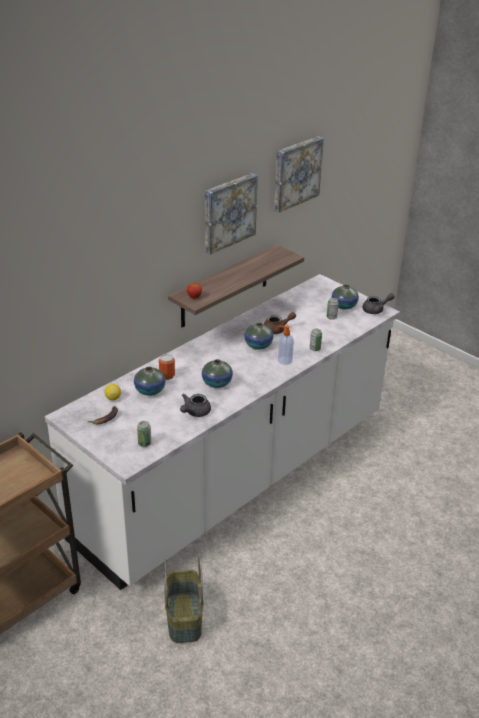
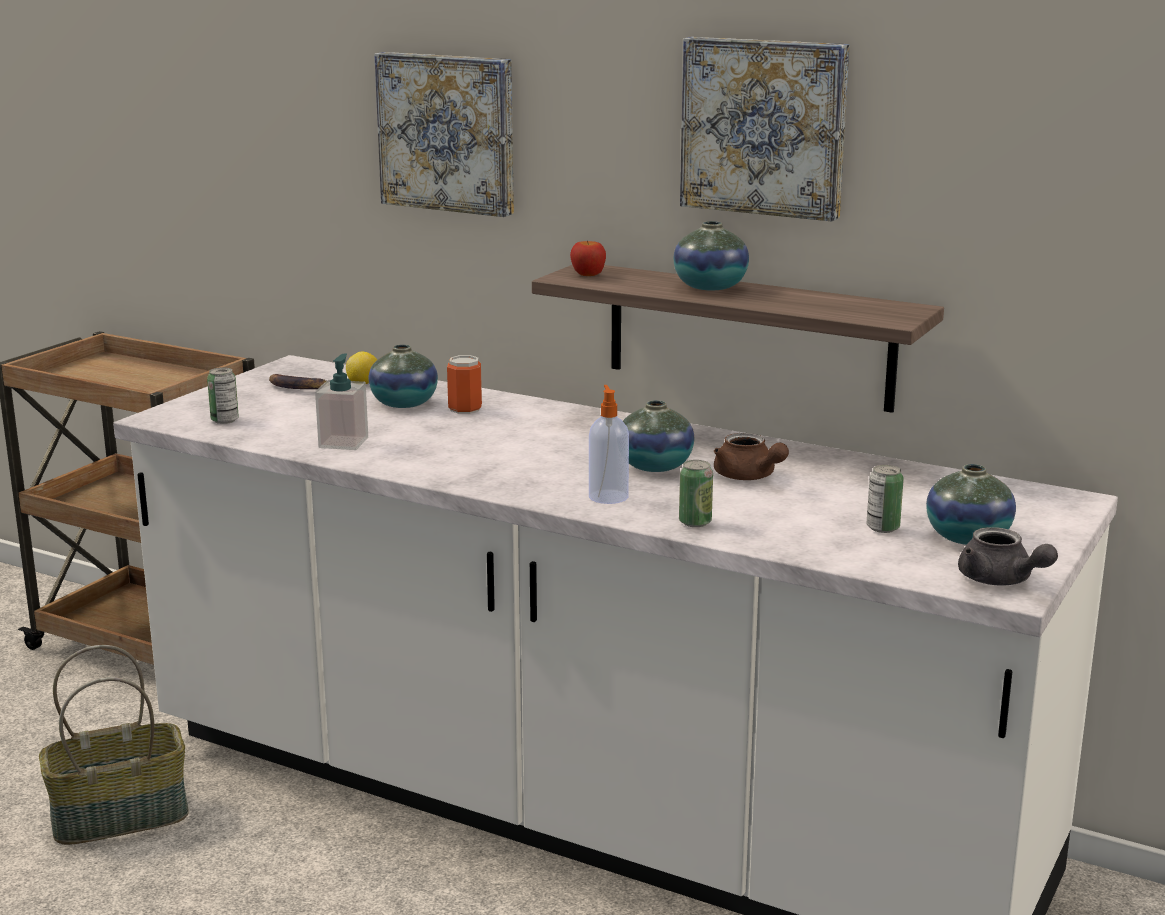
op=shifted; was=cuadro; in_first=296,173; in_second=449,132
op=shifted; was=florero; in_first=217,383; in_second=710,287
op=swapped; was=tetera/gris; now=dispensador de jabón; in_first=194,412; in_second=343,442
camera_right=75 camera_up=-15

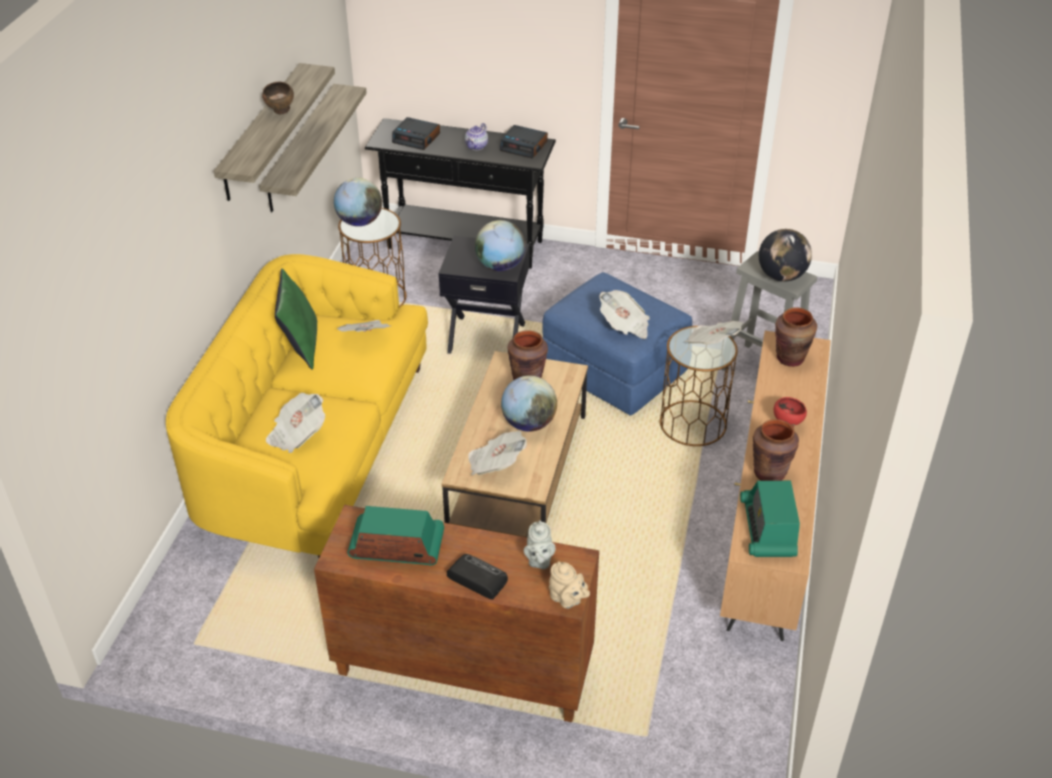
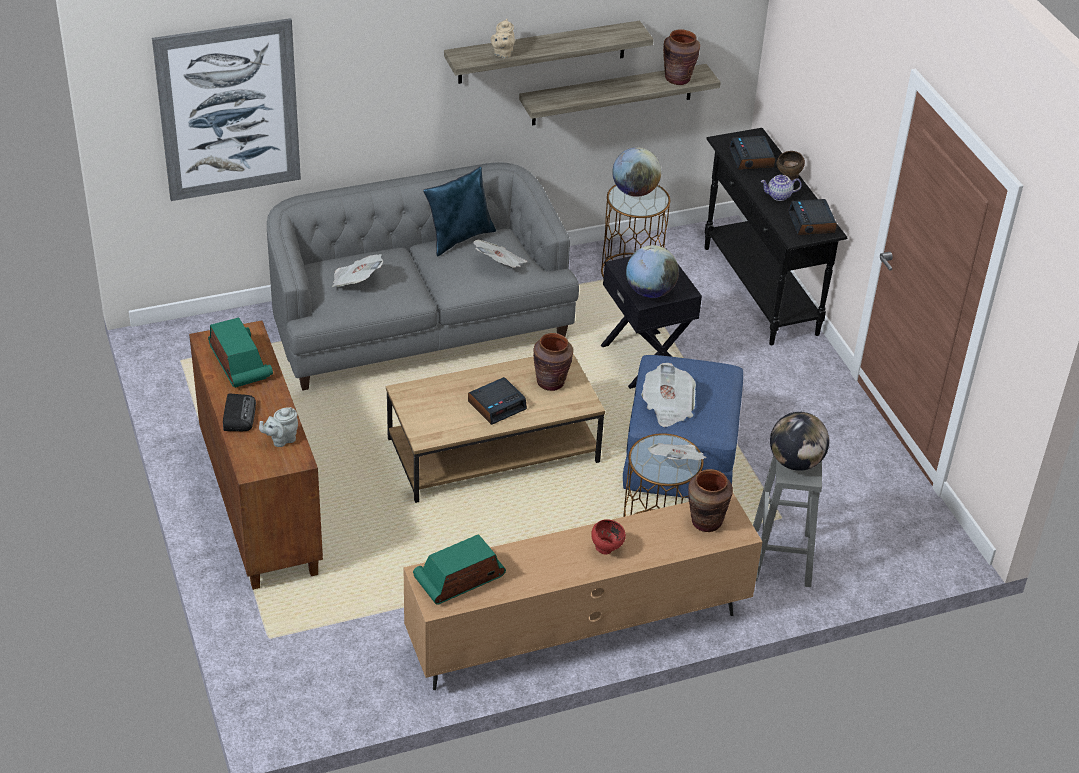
op=shifted; was=cuenco/marrón; in_first=281,112; in_second=788,177
op=repainted; was=sofá/amarillo; now=sofá/gris; in_first=314,449; in_second=417,325
op=repainted; was=cojín/verde; now=cojín/azul; in_first=301,345; in_second=459,238
op=swapped; was=globo terráqueo; now=despertador; in_first=529,423; in_second=497,405
op=shifted; was=florero/marrón; in_first=769,473; in_second=678,78
op=gone; was=periódico; in_first=495,464
op=shifted; was=tetera/beis; in_first=567,599; in_second=502,53
op=new; now=cuadro; in_second=229,110
camera_right=55 camera_up=0

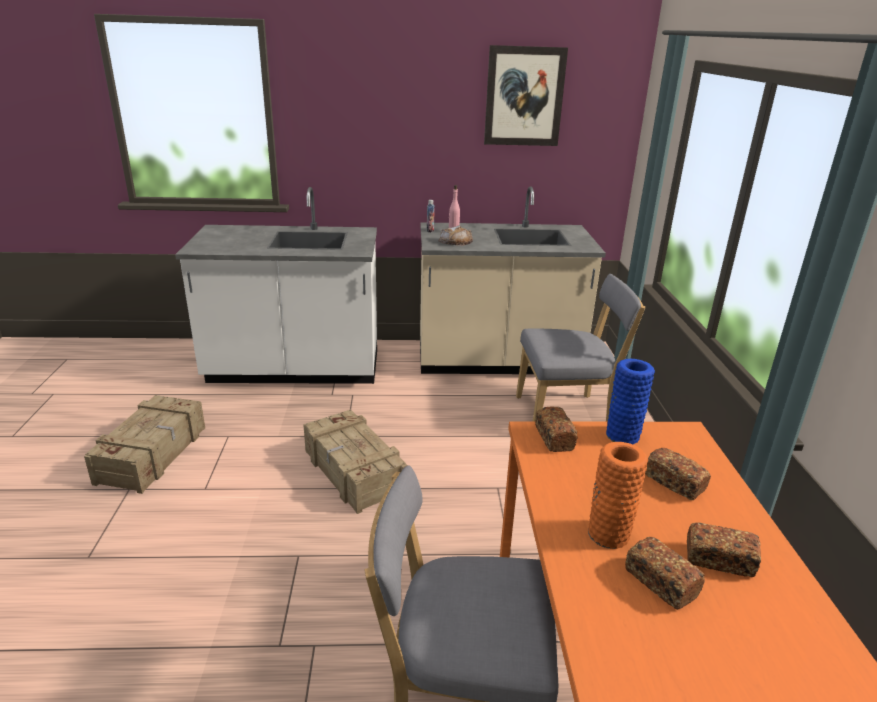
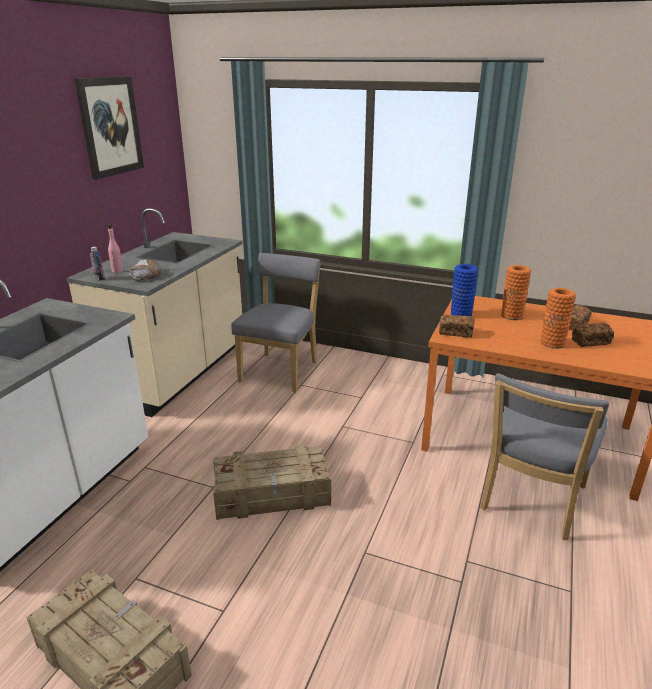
op=swapped; was=pan; now=florero/naranja; in_first=675,483; in_second=511,315
camera_right=-65 camera_up=0

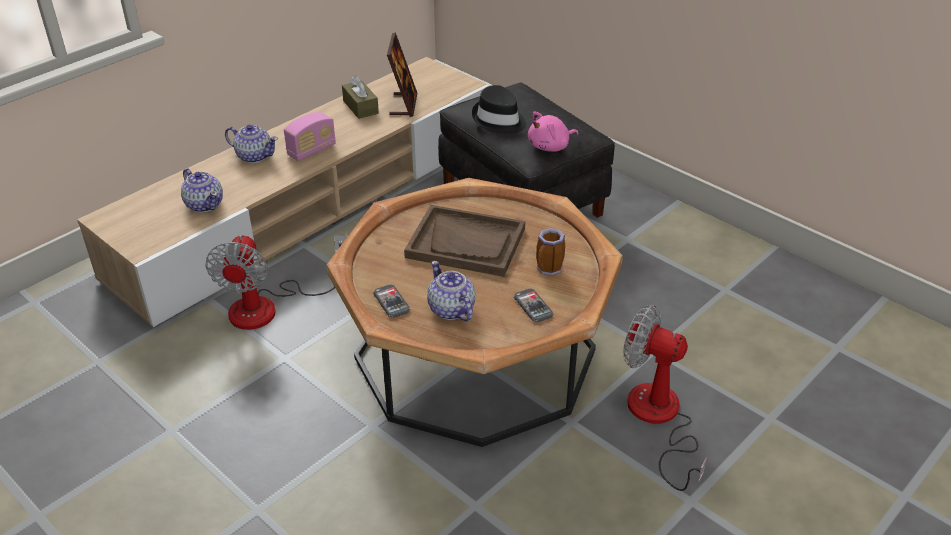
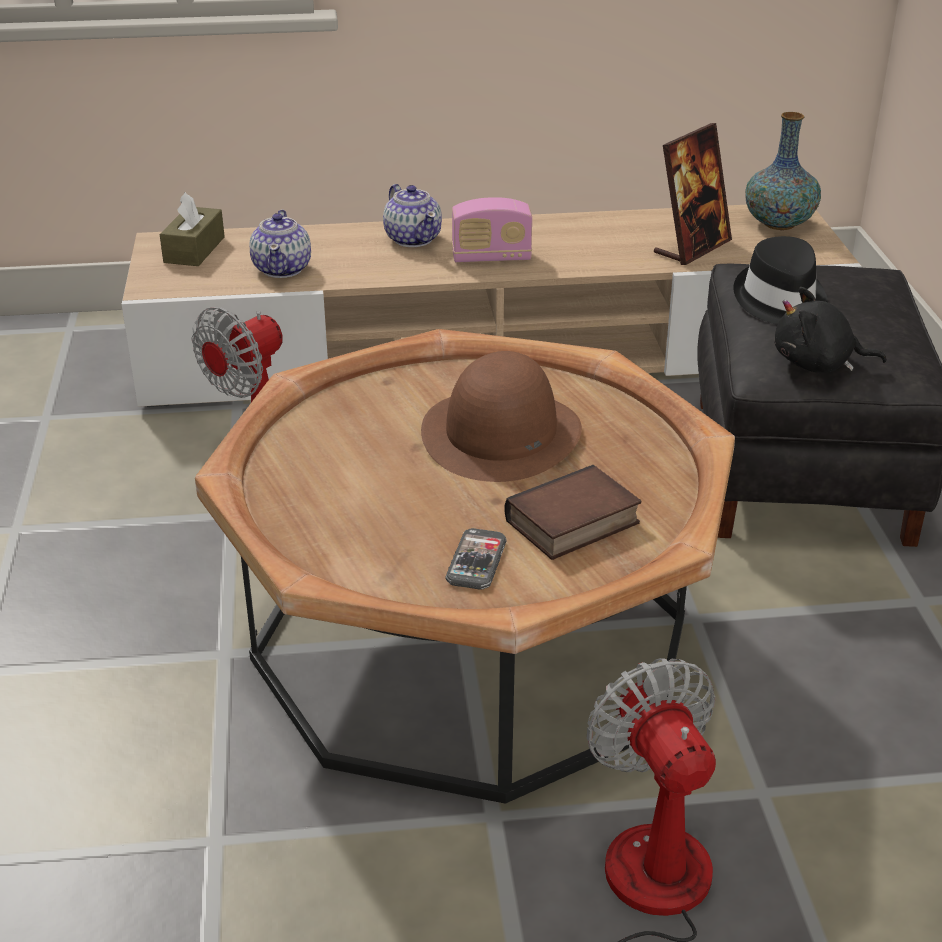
op=shifted; was=caja de pañuelos/marrón; in_first=360,107; in_second=194,250
op=repainted; was=peluche/rosa; now=peluche/negro; in_first=550,146; in_second=817,364
op=swapped; was=bandeja/marrón; now=sombrero/marrón; in_first=466,243; in_second=501,434
op=swapped; was=taza grande; now=libro; in_first=548,270; in_second=573,524
op=gone; was=tetera; in_first=451,310
op=gone; was=móvil; in_first=391,302
op=new; now=florero; in_second=779,224
camera_right=40 camera_up=-5

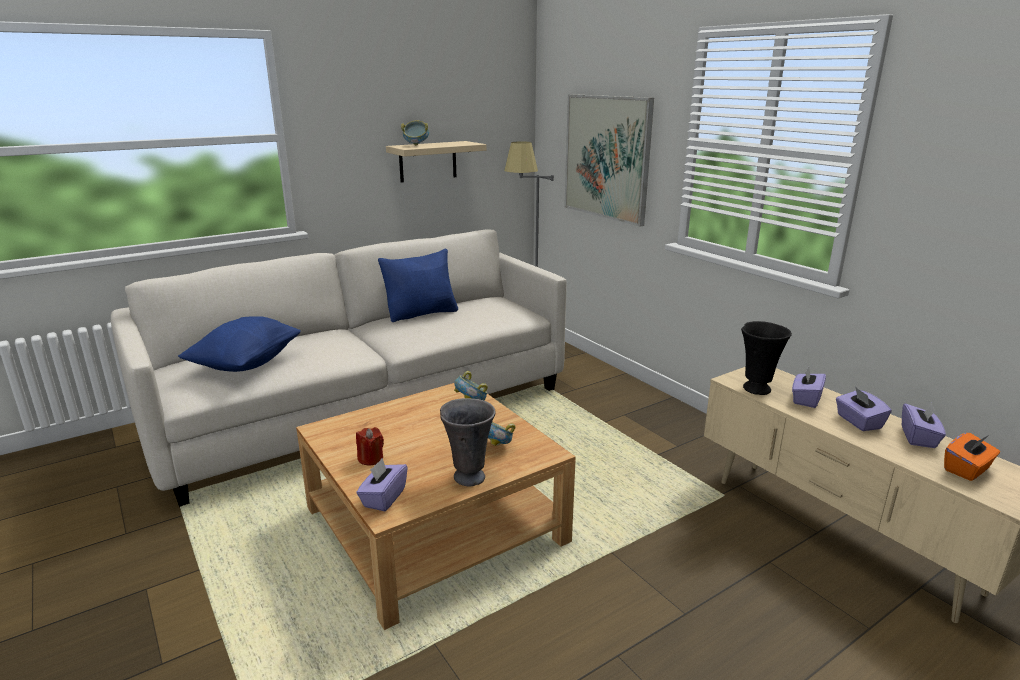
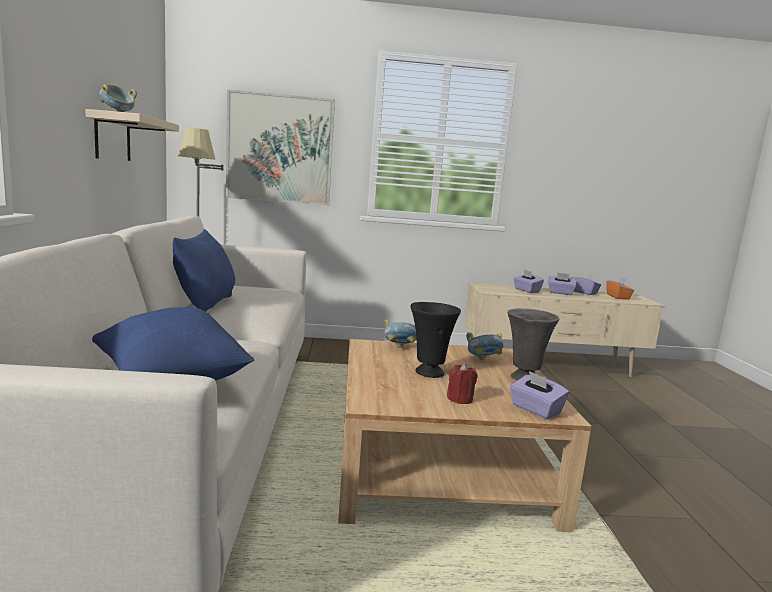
op=shifted; was=florero/negro; in_first=756,388; in_second=428,372
camera_right=-60 camera_up=-10

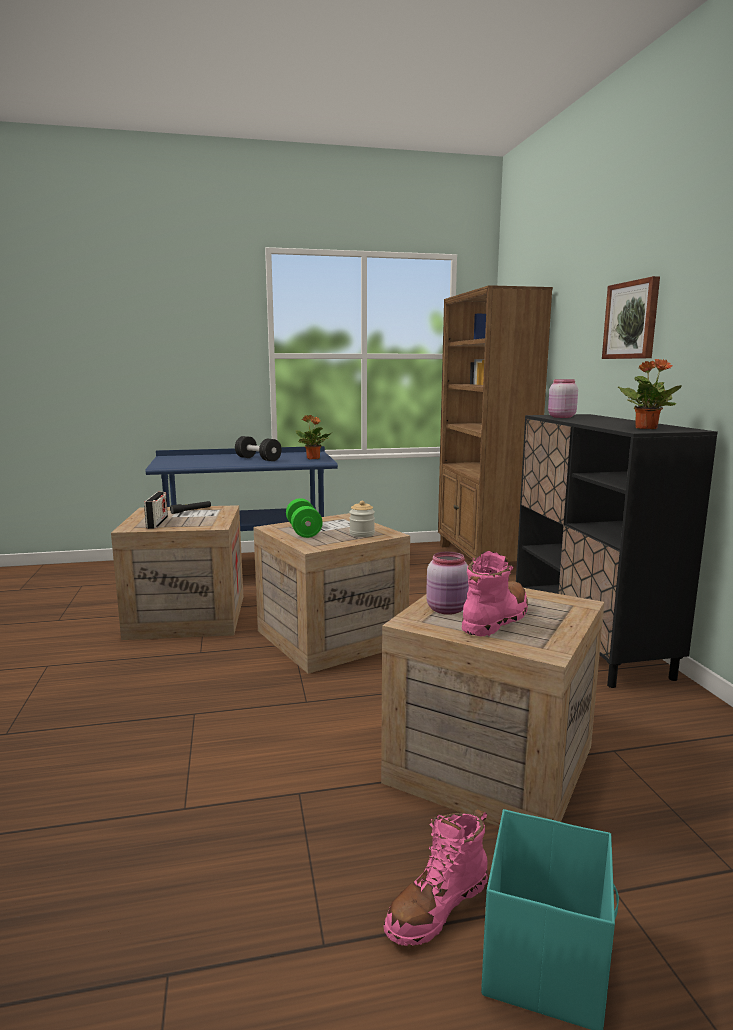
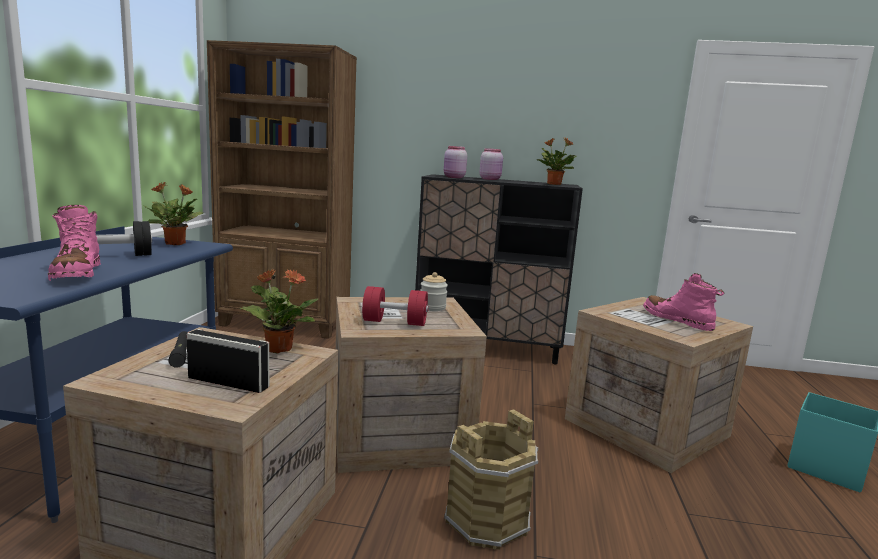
op=gone; was=cuadro; in_first=632,320
op=repainted; was=mancuerna/verde; now=mancuerna/rojo; in_first=303,531; in_second=395,322
op=shifted; was=tarro/rosa; in_first=448,610; in_second=490,179
op=shifted; was=bota/rosa; in_first=437,906; in_second=77,274
op=new; now=planta en maceta; in_second=278,348
op=new; now=cubo/marrón; in_second=487,520
camera_right=-70 camera_up=0

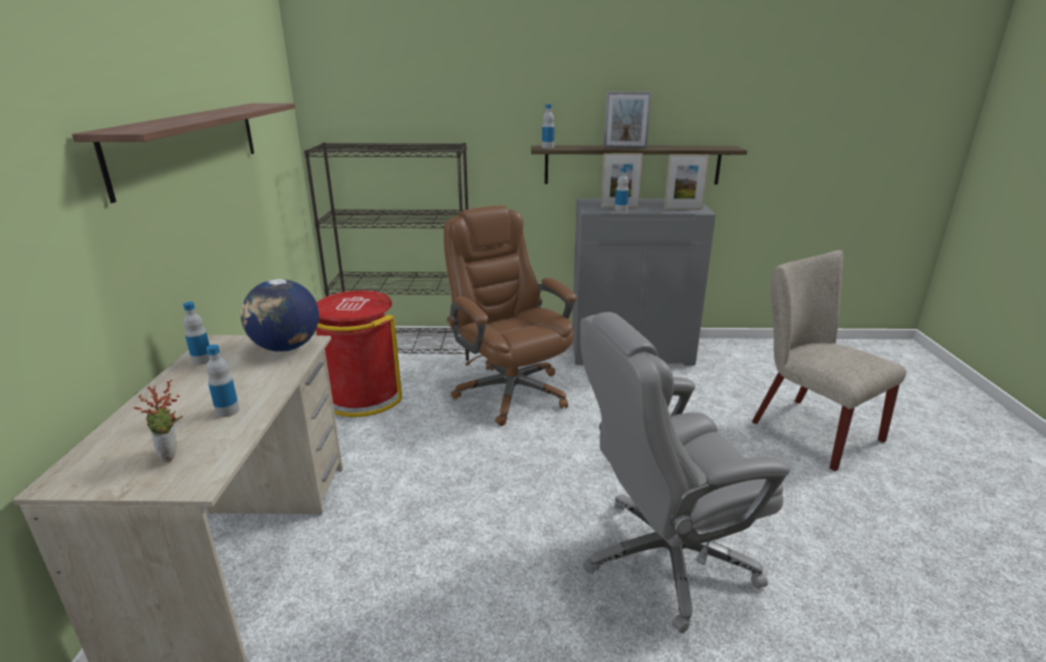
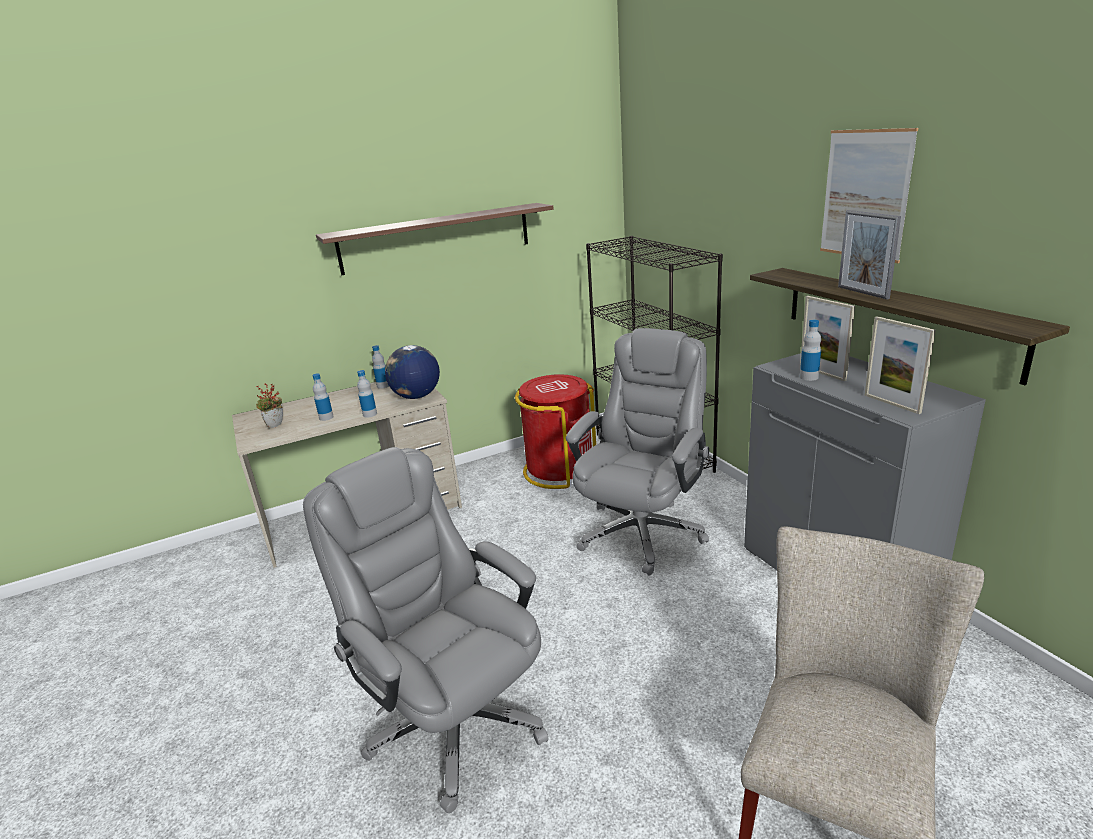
op=shifted; was=botella; in_first=547,147; in_second=370,414
op=repainted; was=silla de oficina/marrón; now=silla de oficina/gris; in_first=510,391; in_second=642,532
op=new; now=cuadro; in_second=865,195
camera_right=65 camera_up=0

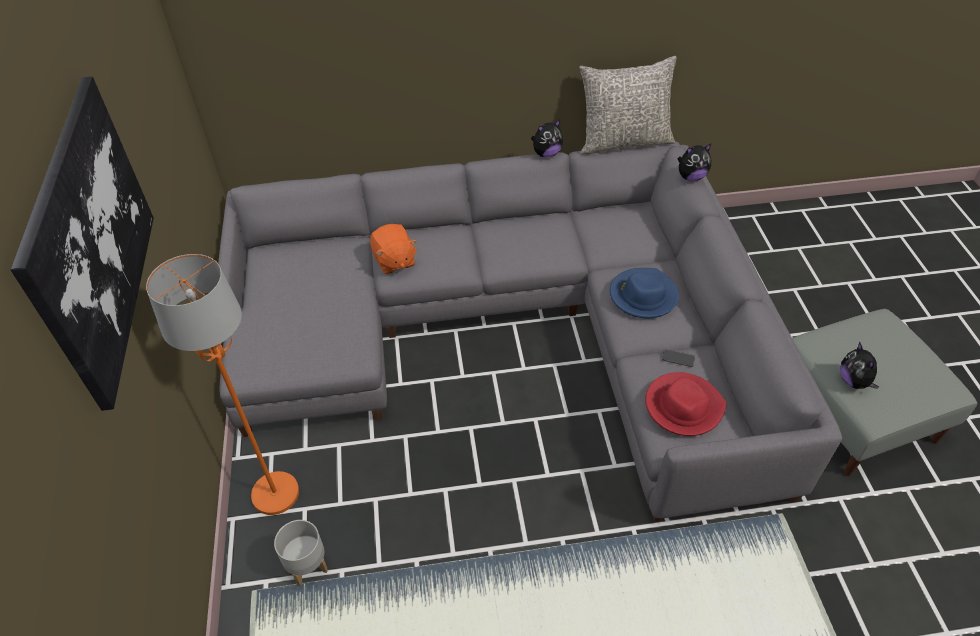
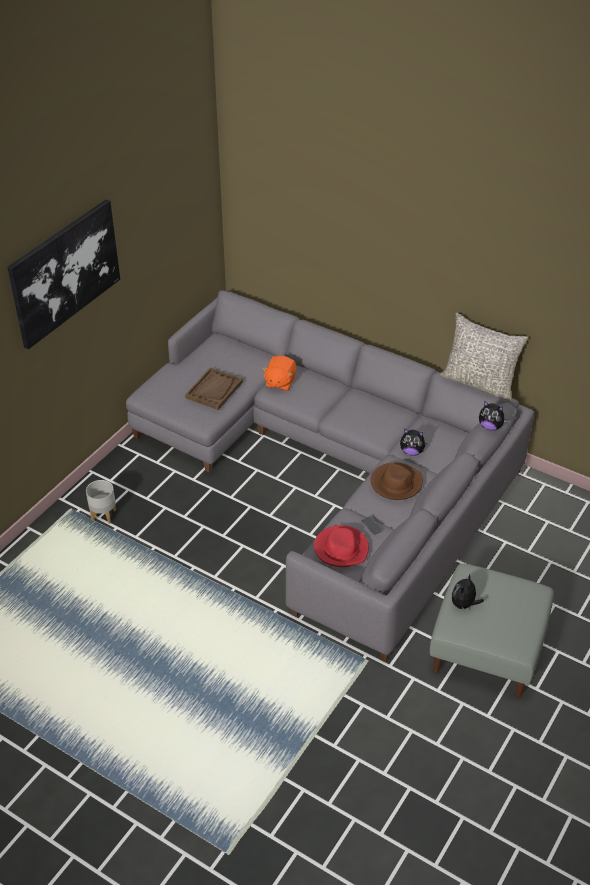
op=shifted; was=peluche; in_first=546,154; in_second=412,452
op=gone; was=lámpara de pie/naranja; in_first=275,494
op=repainted; was=sombrero/azul; now=sombrero/marrón; in_first=643,296; in_second=396,483
op=new; now=bandeja/marrón; in_second=214,390
camera_right=40 camera_up=-5

